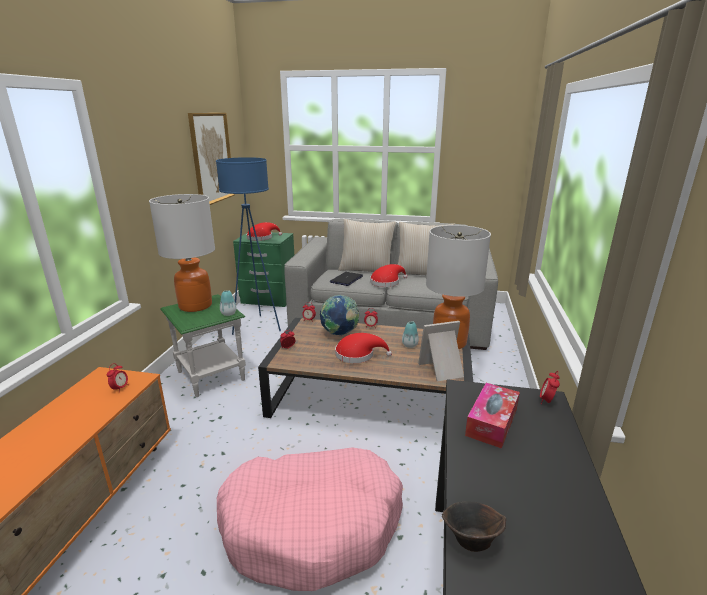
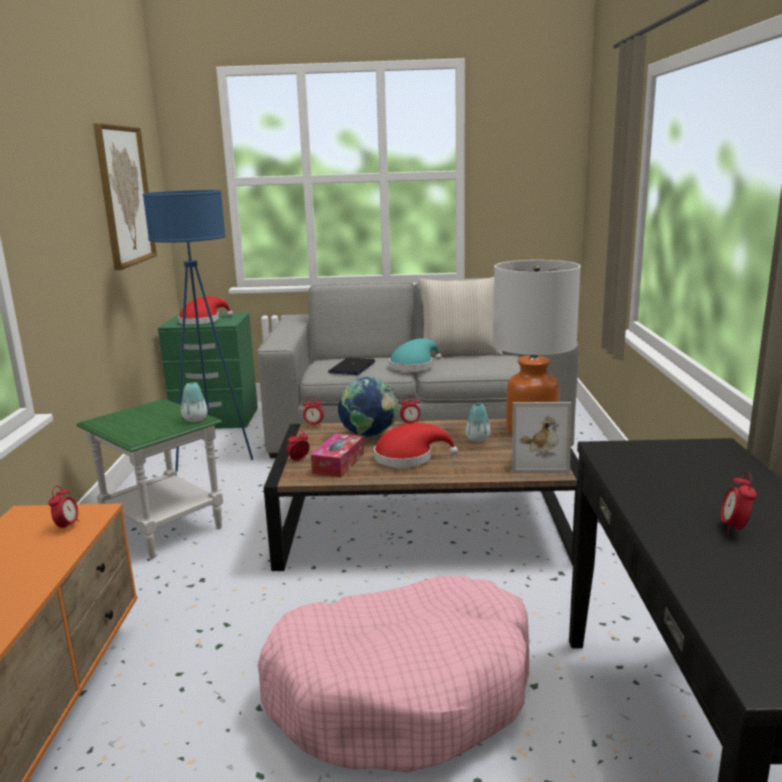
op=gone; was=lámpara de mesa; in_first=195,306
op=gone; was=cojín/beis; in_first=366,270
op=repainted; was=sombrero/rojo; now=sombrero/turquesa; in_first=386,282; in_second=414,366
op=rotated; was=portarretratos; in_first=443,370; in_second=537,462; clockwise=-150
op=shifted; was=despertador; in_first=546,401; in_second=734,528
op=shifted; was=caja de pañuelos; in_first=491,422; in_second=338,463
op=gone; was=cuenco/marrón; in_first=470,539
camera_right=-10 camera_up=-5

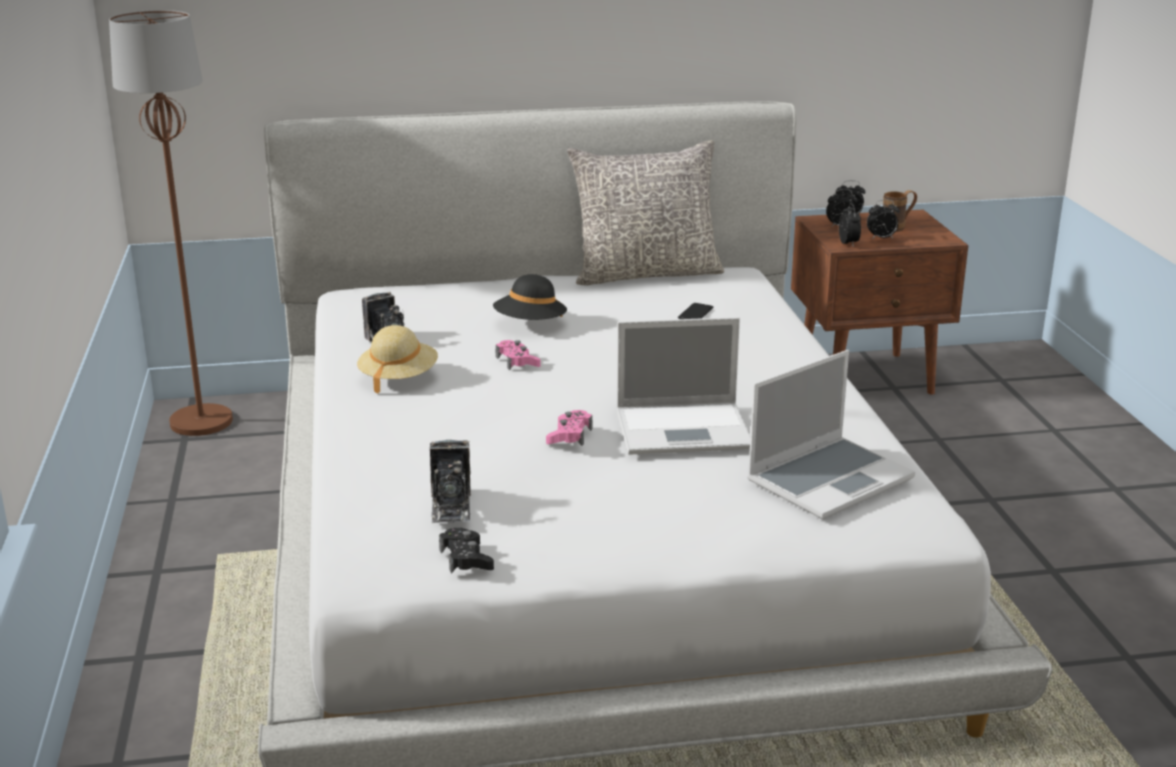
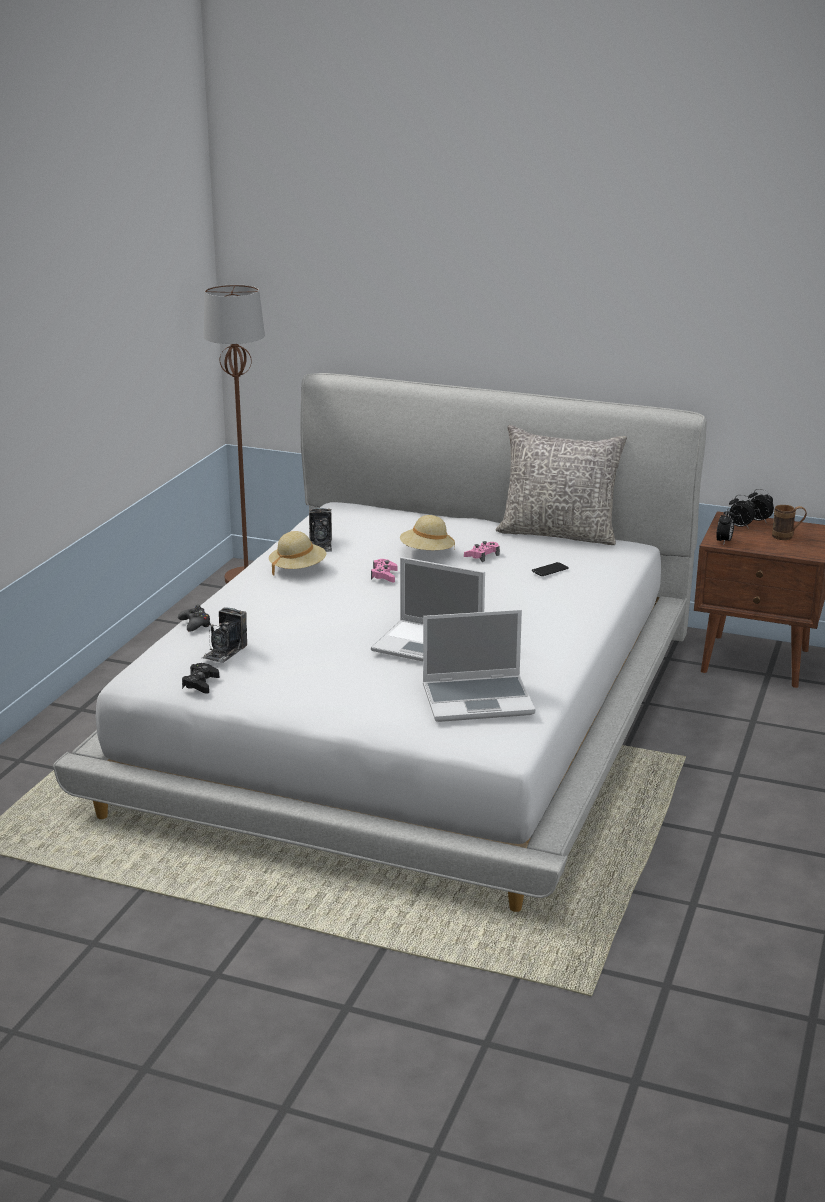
op=gone; was=despertador; in_first=881,238
op=repainted; was=sombrero/negro; now=sombrero/beis; in_first=530,324; in_second=427,553
op=shifted; was=mando de consola/rosa; in_first=569,435; in_second=482,556
op=new; now=mando de consola/negro; in_second=195,624
camera_right=30 camera_up=0

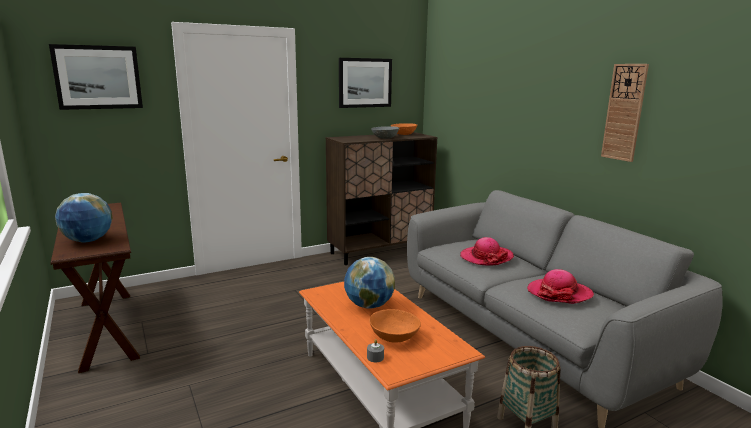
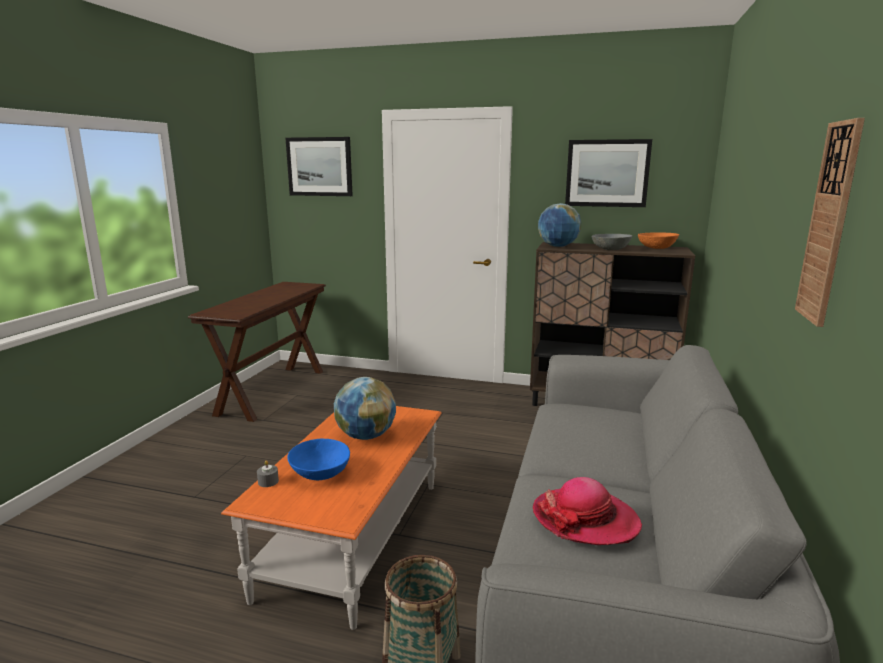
op=shifted; was=globo terráqueo; in_first=88,241; in_second=558,246
op=gone; was=sombrero; in_first=486,257
op=repainted; was=cuenco/naranja; now=cuenco/azul; in_first=393,337; in_second=319,473
camera_right=45 camera_up=0

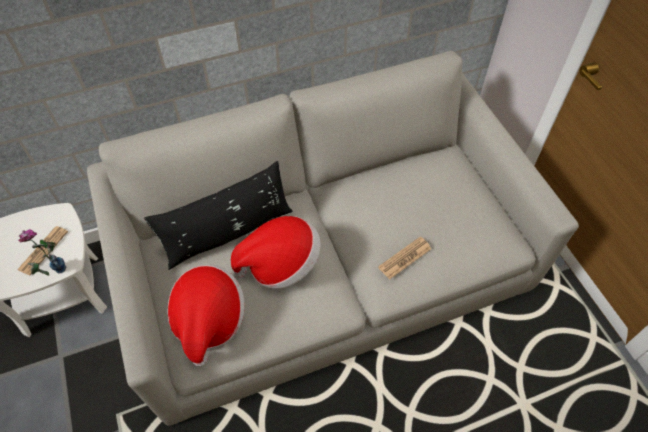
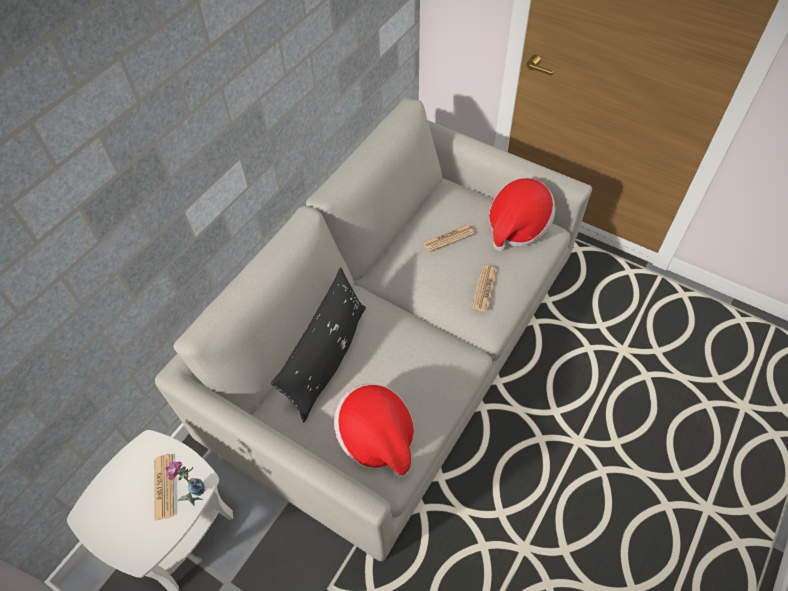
op=shifted; was=sombrero; in_first=280,264; in_second=517,227
op=new; now=periódico; in_second=448,238
camera_right=-35 camera_up=0

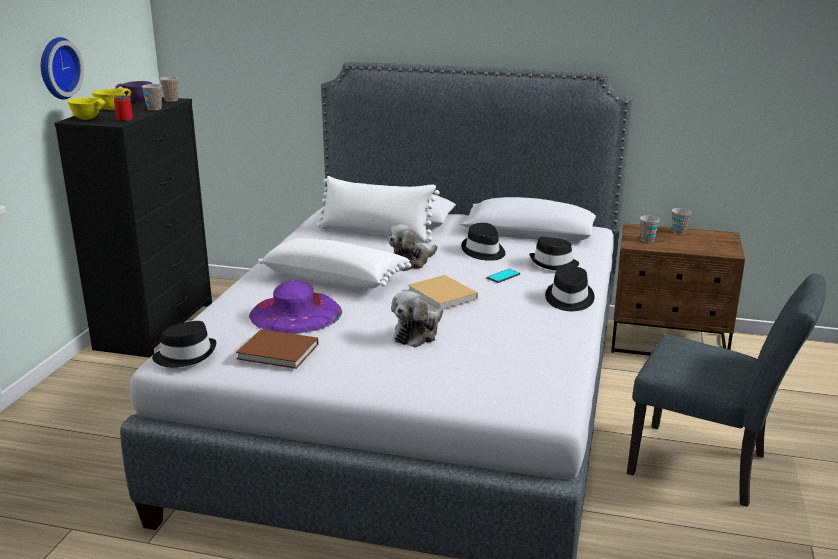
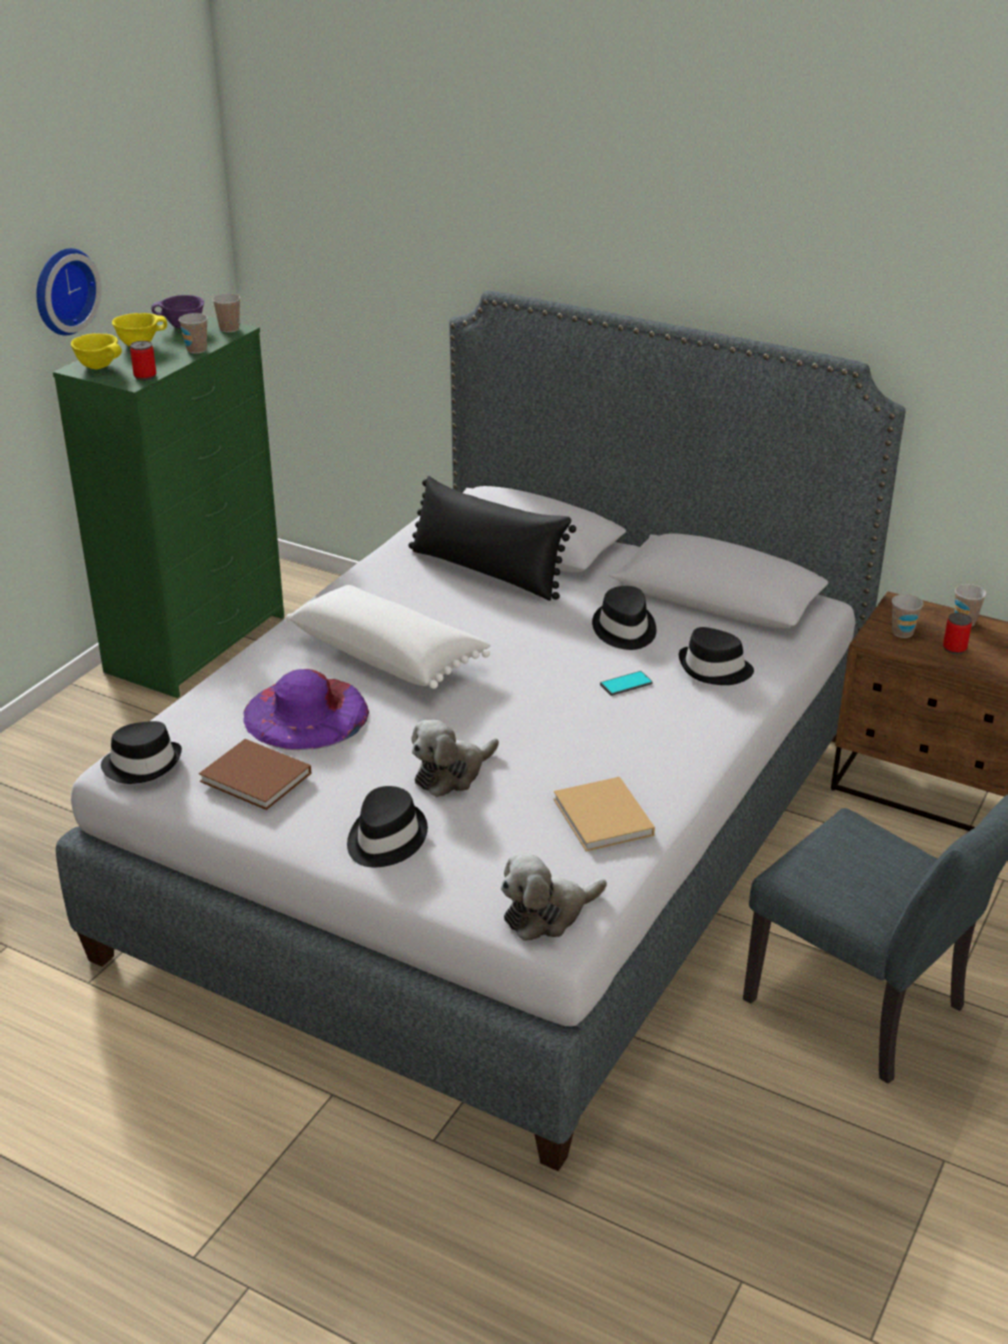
op=repainted; was=cómoda/negro; now=cómoda/verde; in_first=156,326; in_second=197,643
op=repainted; was=cojín/blanco; now=cojín/negro; in_first=376,233; in_second=486,571
op=shifted; was=peluche; in_first=411,262; in_second=547,914
op=shifted; was=sombrero/negro; in_first=569,299; in_second=385,839
op=shifted; was=libro/beis; in_first=443,295; in_second=604,819
op=new; now=lata; in_second=954,648
camera_right=15 camera_up=10

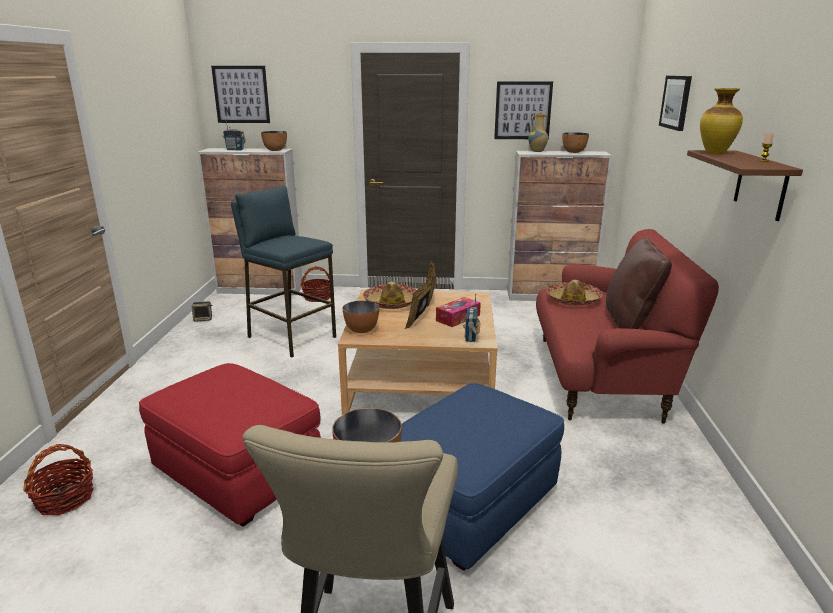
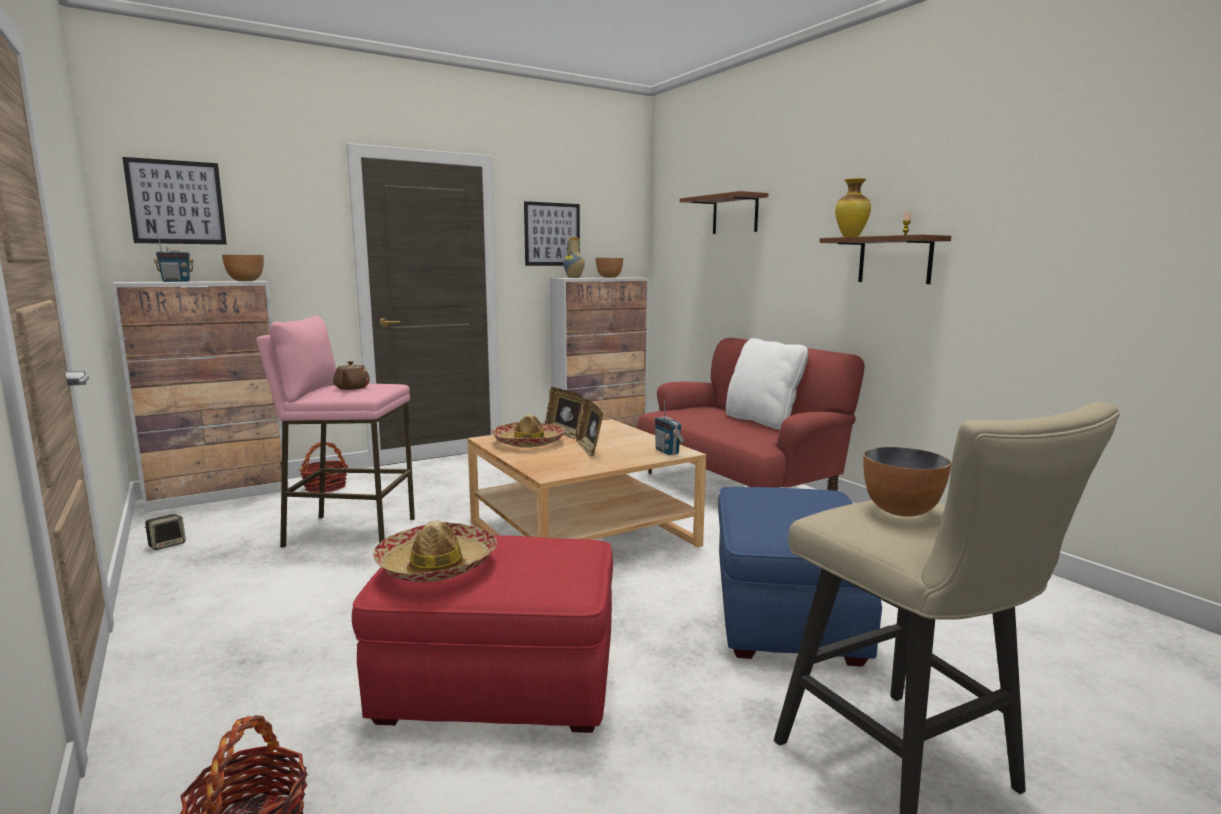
op=swapped; was=cuadro; now=estante/marrón; in_first=676,102; in_second=735,214
op=repainted; was=taburete/azul; now=taburete/rosa; in_first=291,337; in_second=350,532
op=repainted; was=cojín/marrón; now=cojín/blanco; in_first=630,321; in_second=762,421
op=shifted; was=sombrero; in_first=573,300; in_second=436,565
op=gone; was=caja de pañuelos; in_first=458,318
op=gone; was=cuenco; in_first=361,330
op=new; now=tetera/marrón; in_second=351,388
camera_right=-35 camera_up=-10

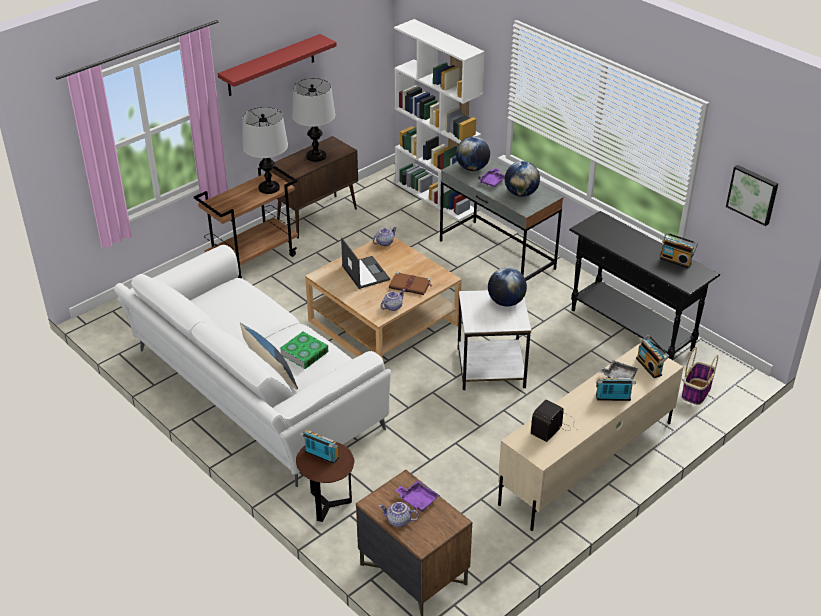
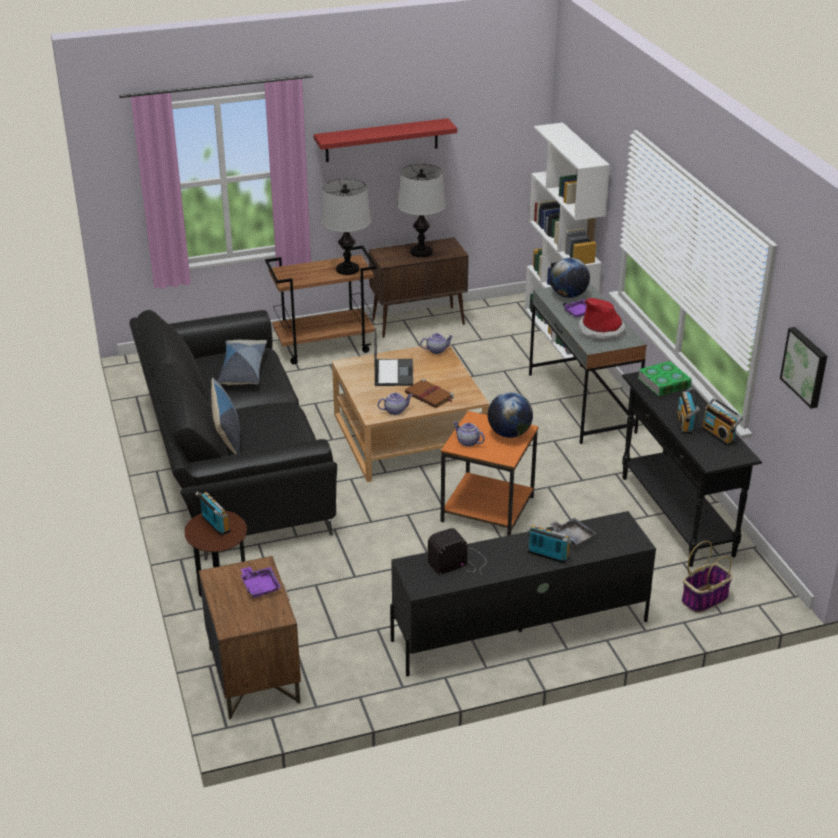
op=swapped; was=globo terráqueo; now=sombrero; in_first=521,194; in_second=601,331
op=repainted; was=sofá/blanco; now=sofá/negro; in_first=253,390; in_second=232,462
op=repainted; was=mesa auxiliar/blanco; now=mesa auxiliar/naranja; in_first=492,368; in_second=488,510
op=shifted; was=libro; in_first=304,353; in_second=664,382
op=shifted; was=radio; in_first=650,366; in_second=685,423
op=repainted; was=mueble de televisión/beis; now=mueble de televisión/negro; in_first=586,462; in_second=518,630
op=shifted; was=tetera; in_first=398,521; in_second=467,442
op=new; now=cojín; in_second=242,370
camera_right=25 camera_up=-5

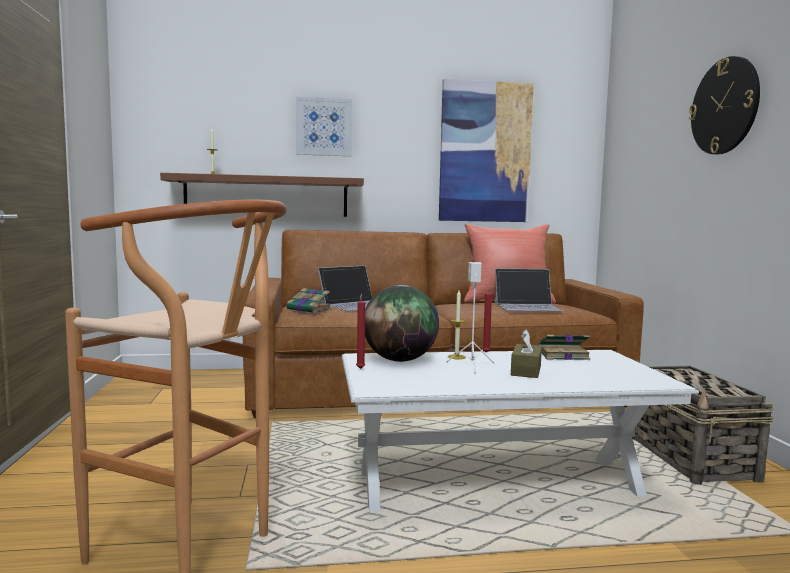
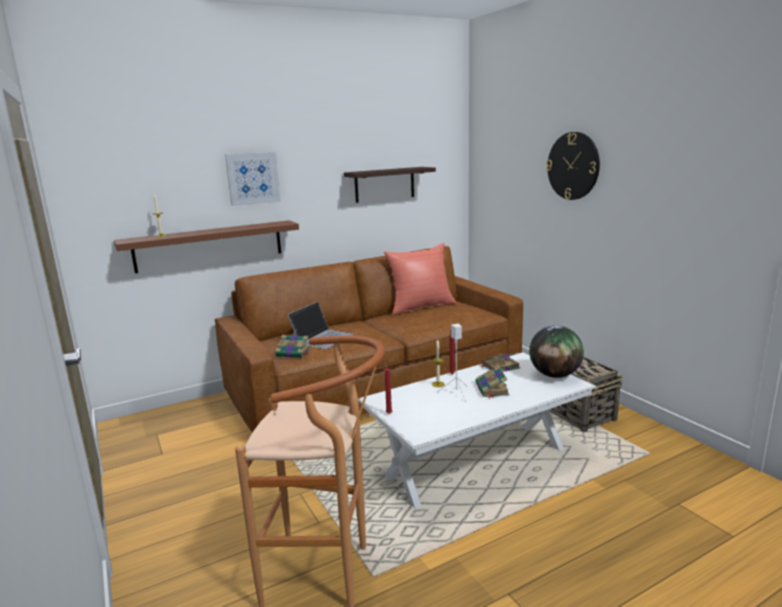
op=swapped; was=cuadro; now=estante; in_first=485,152; in_second=384,184
op=gone; was=portátil; in_first=528,306
op=shifted; was=globo terráqueo; in_first=400,360; in_second=555,375
op=swapped; was=caja de pañuelos/marrón; now=libro; in_first=526,370; in_second=492,389
camera_right=-20 camera_up=10

